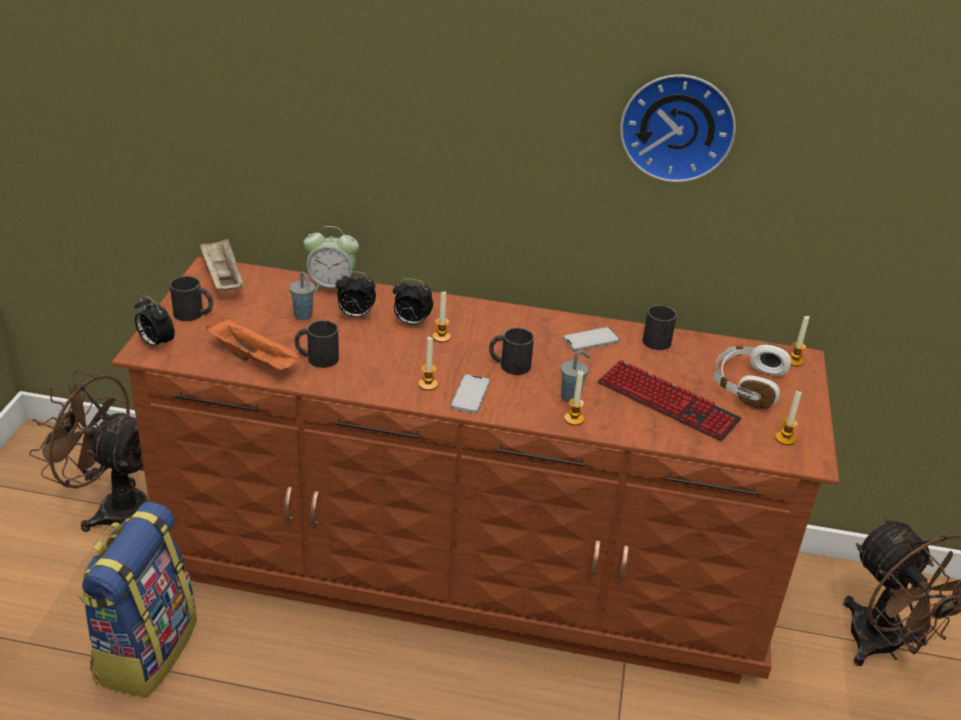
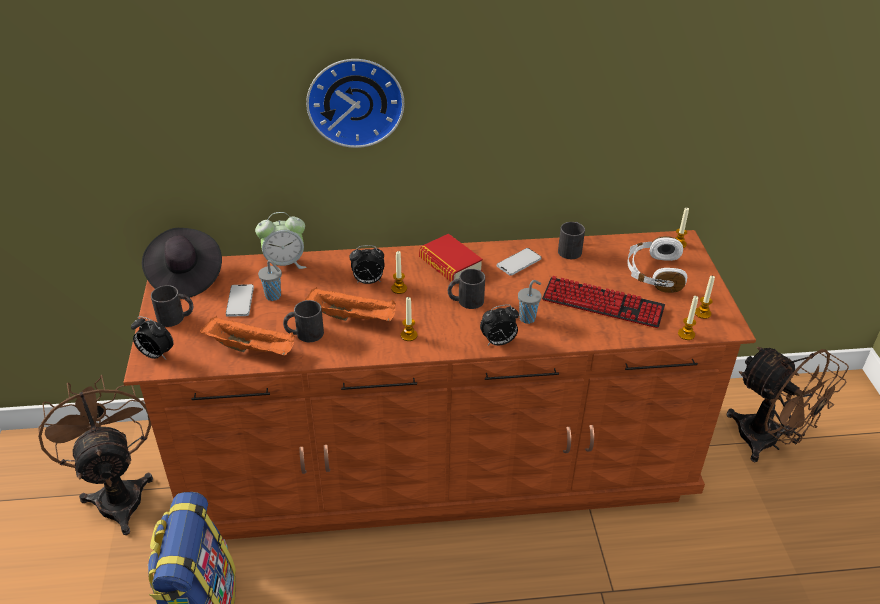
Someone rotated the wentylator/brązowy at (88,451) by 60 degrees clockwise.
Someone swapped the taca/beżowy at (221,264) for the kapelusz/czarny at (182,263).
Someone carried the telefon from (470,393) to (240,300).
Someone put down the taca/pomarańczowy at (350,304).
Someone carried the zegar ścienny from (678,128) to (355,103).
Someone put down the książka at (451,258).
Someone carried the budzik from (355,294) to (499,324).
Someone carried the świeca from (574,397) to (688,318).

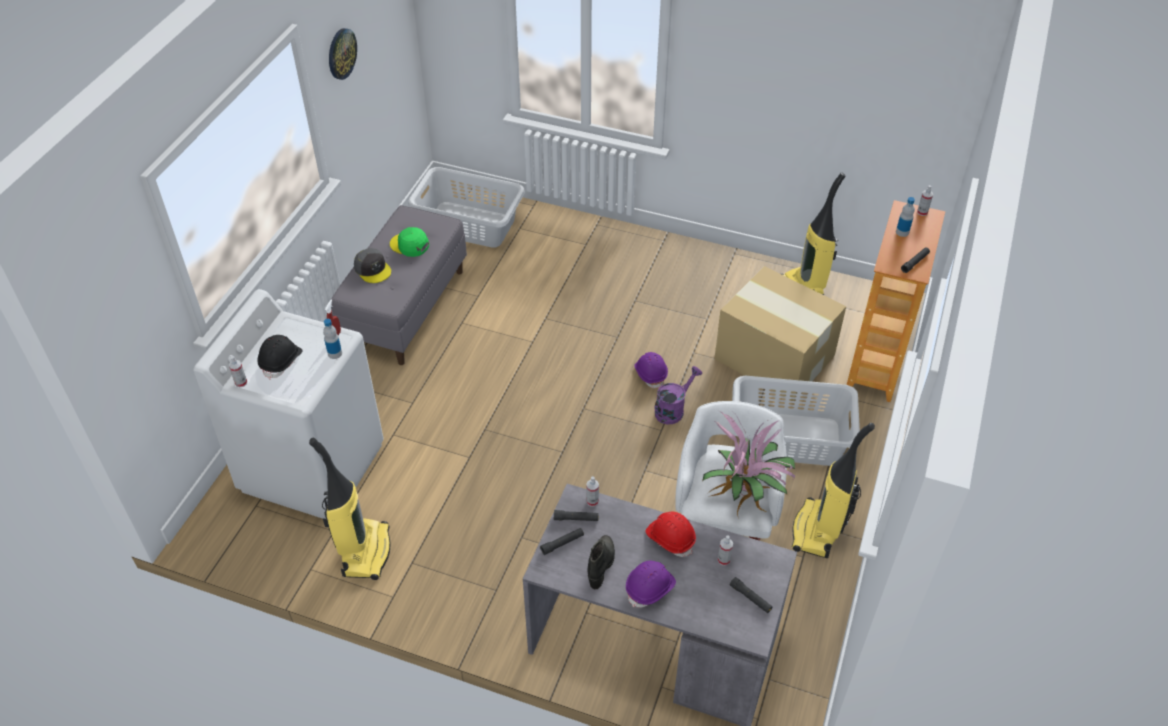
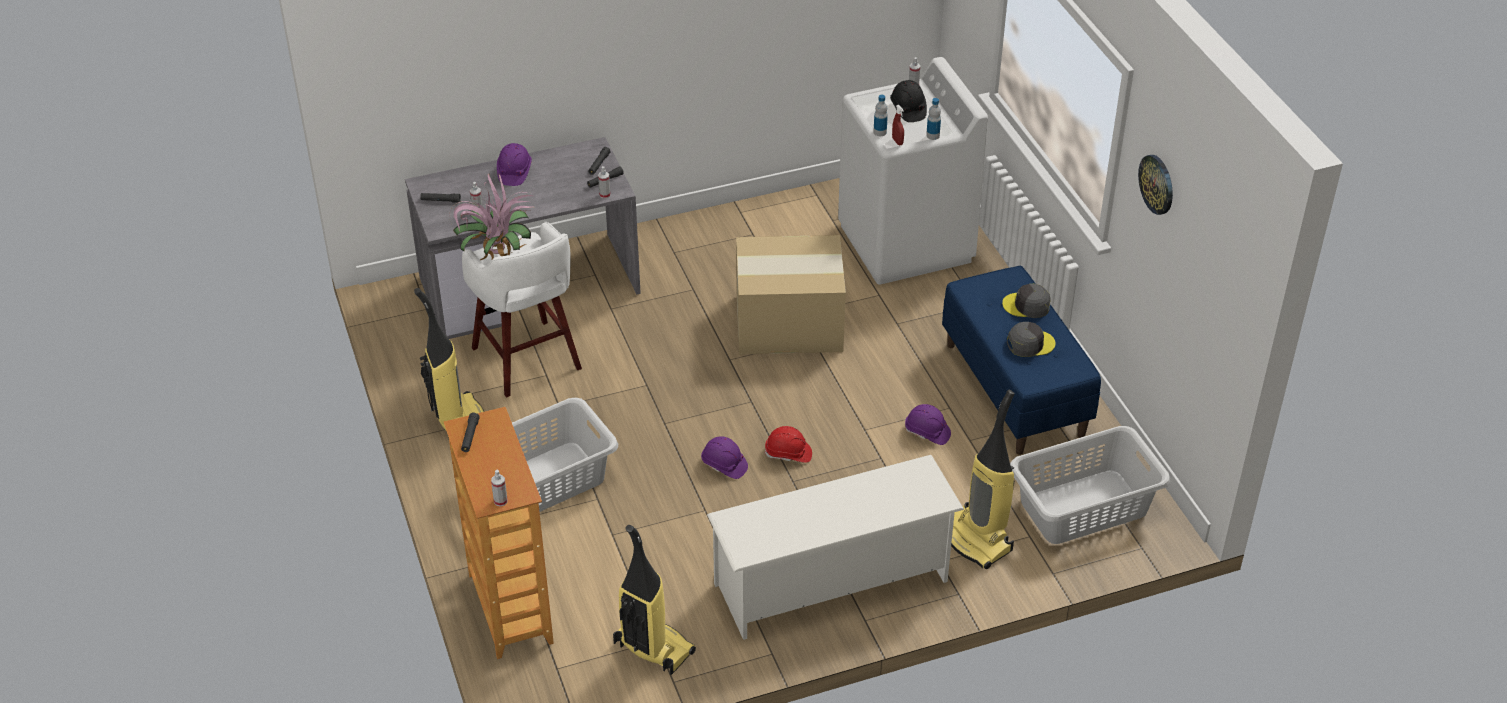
Someone put down the regał na buty/biały at (835,547).
Someone carried the karton from (780,333) to (791,294).
Someone carried the kask/czerwony from (671,534) to (788,444).
Someone put down the kask/fioletowy at (928,424).
Someone carried the butelka from (905,217) to (933,119).
Someone repainted the ławka/szary at (399,285), which became the ławka/niebieski at (1021,360).
Someone carried the odkurzacz from (350,509) to (983,479).
Someone repainted the czapka z daszkiem/zielony at (409,242), which became the czapka z daszkiem/szary at (1031,339).
Someone took away the but z cholewką/czarny at (601,562).
Someone took away the konewka/fioletowy at (678,395).

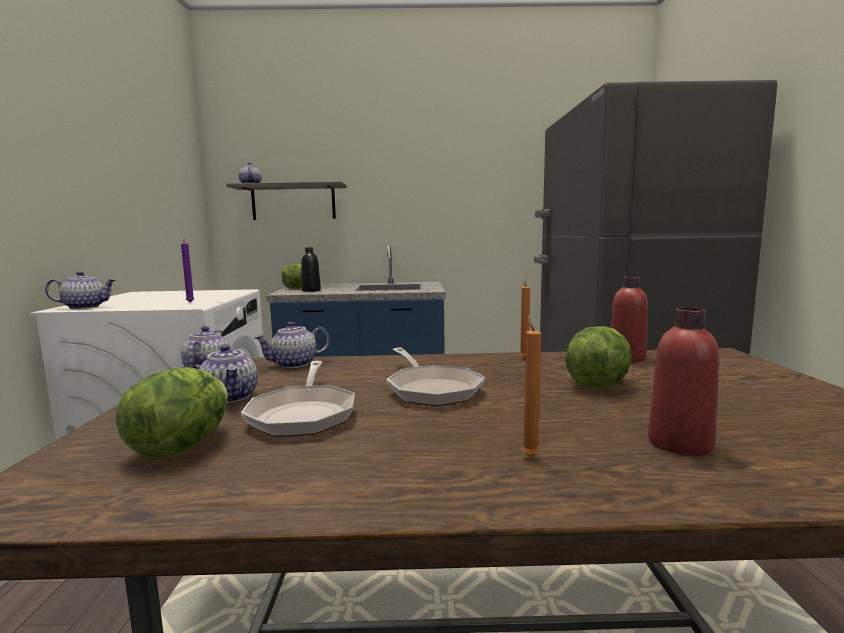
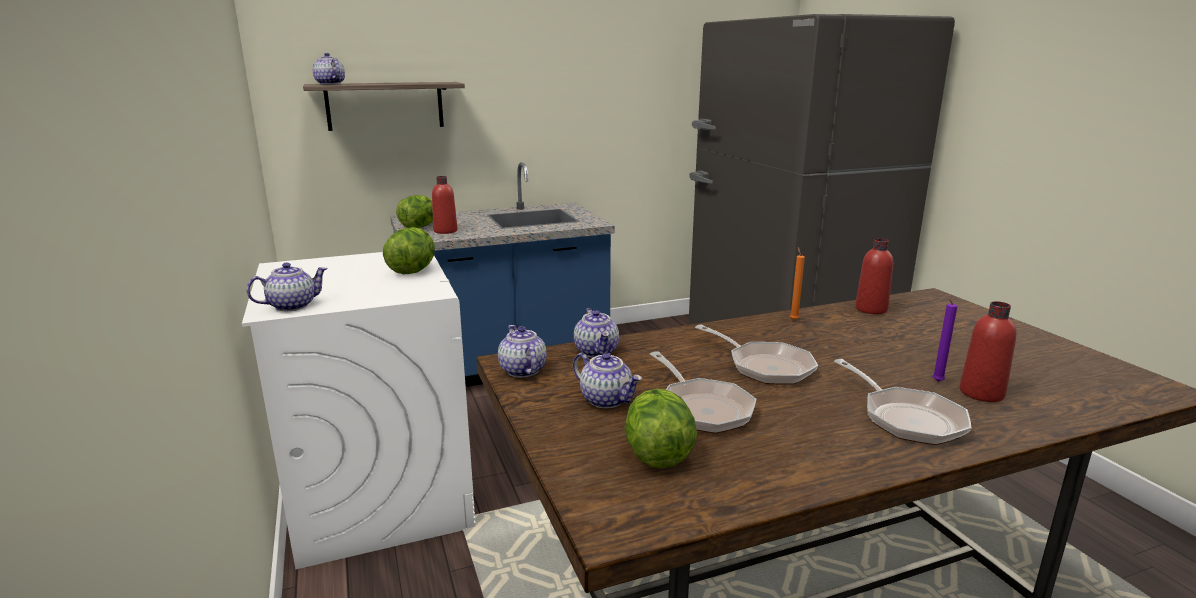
Someone carried the sałata from (598,357) to (409,250).
Someone repainted the butelka/czarny at (311,269), which became the butelka/czerwony at (444,205).
Someone rotated the imbryk at (292,344) by 60 degrees counterclockwise.
Someone swapped the świeca/pomarańczowy at (531,386) for the patelnia at (903,402).
Someone carried the świeca/fioletowy from (187,270) to (945,338).

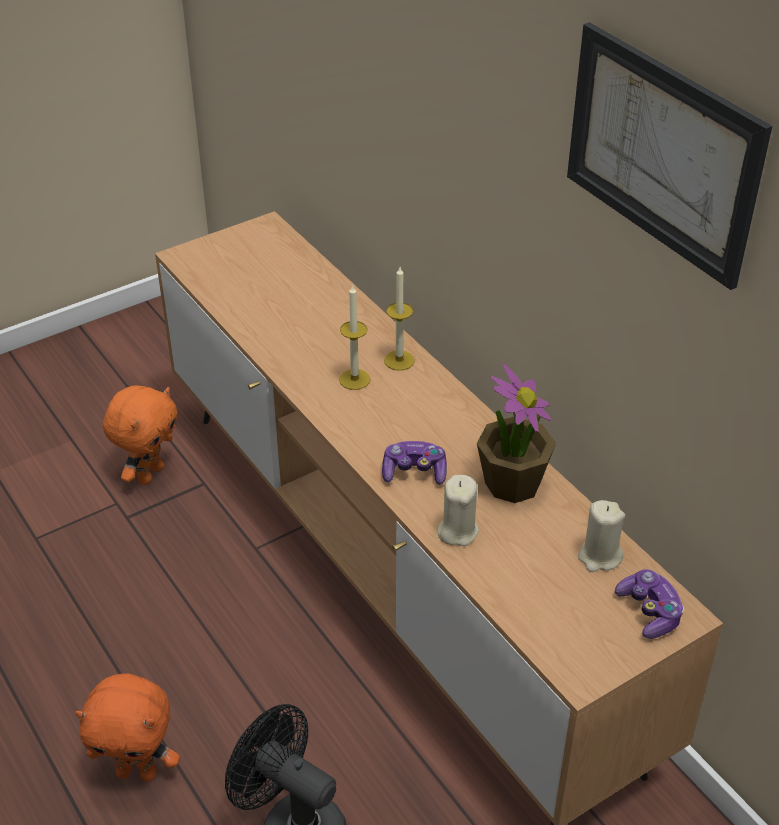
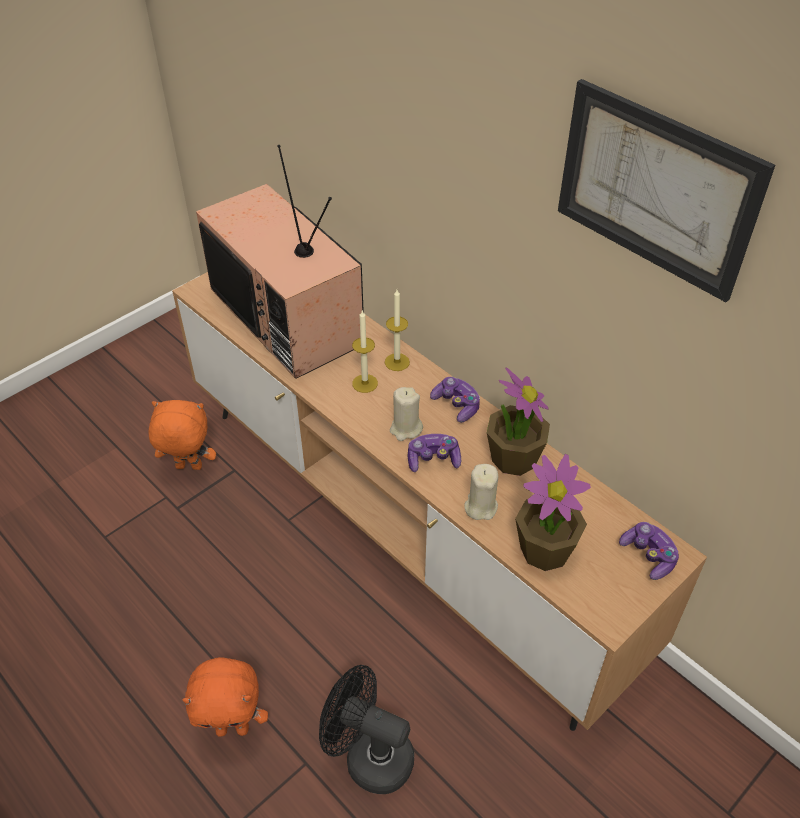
Someone rotated the pluszak/pomarańczowy at (140,435) by 105 degrees counterclockwise.
Someone put down the telewizor at (280,262).
Someone carried the świeca/beżowy from (601,536) to (406,414).
Someone put down the pad do gier at (455,400).
Someone put down the roślina doniczkowa at (553,512).

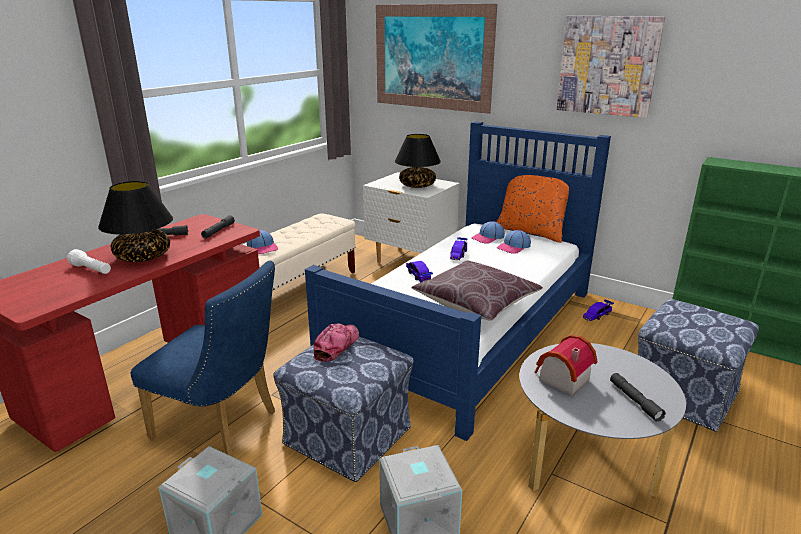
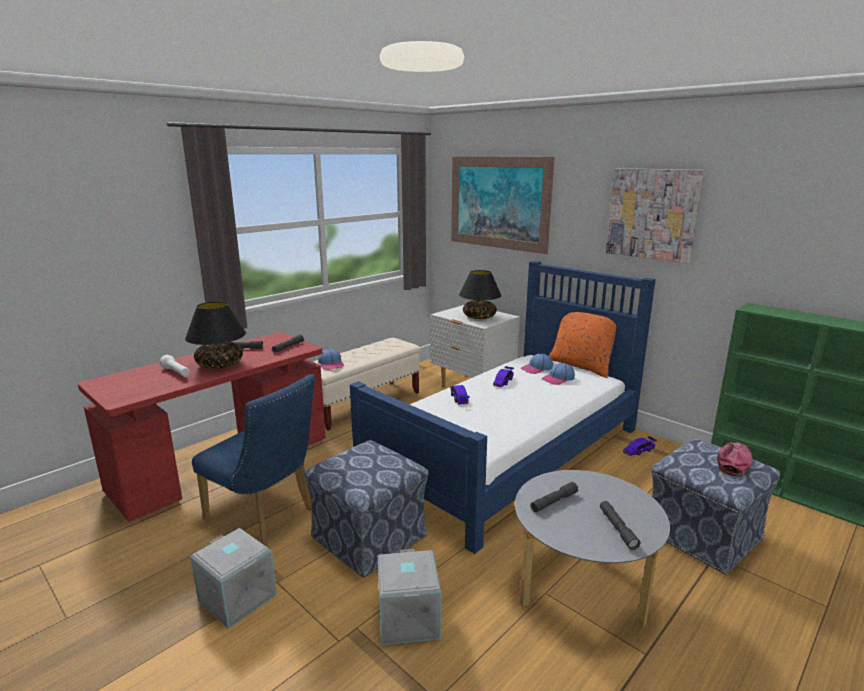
Someone swapped the domek at (565,365) for the latarka/szary at (554,497).
Someone carried the czapka z daszkiem from (336,342) to (735,460).
Someone took away the poduszka/brązowy at (477,291).

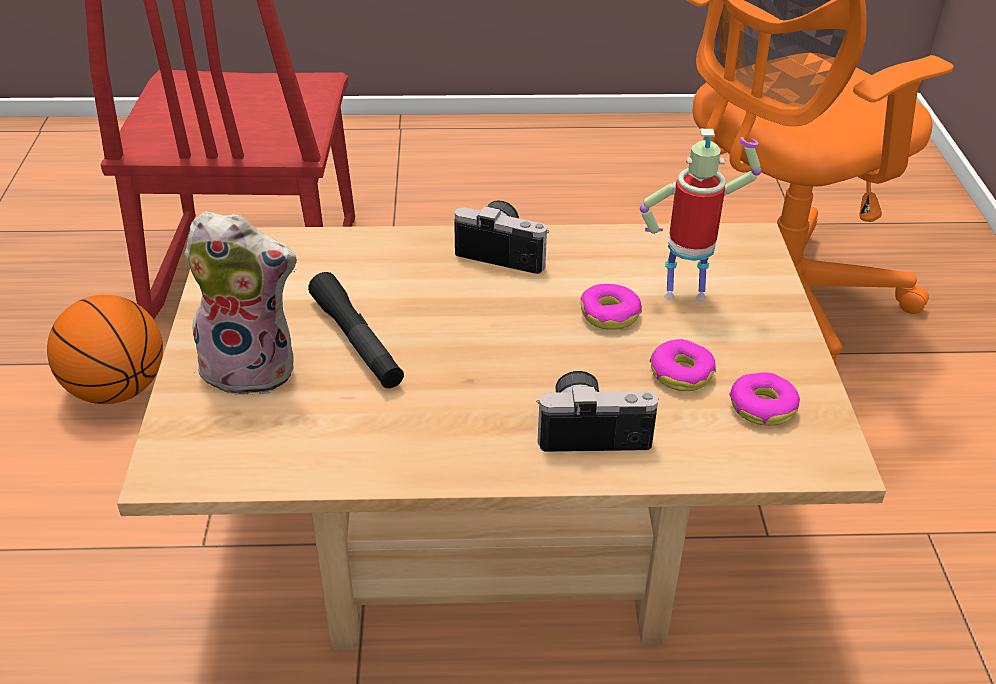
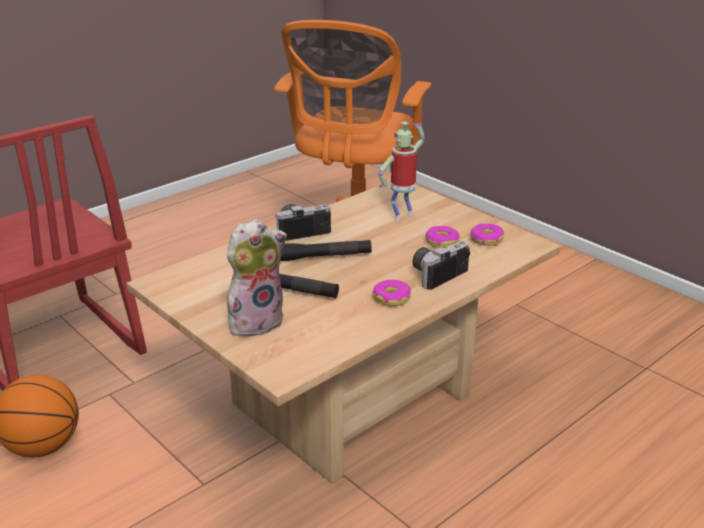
Someone put down the latarka/czarny at (326,250).
Someone carried the donut from (611,307) to (392,293).

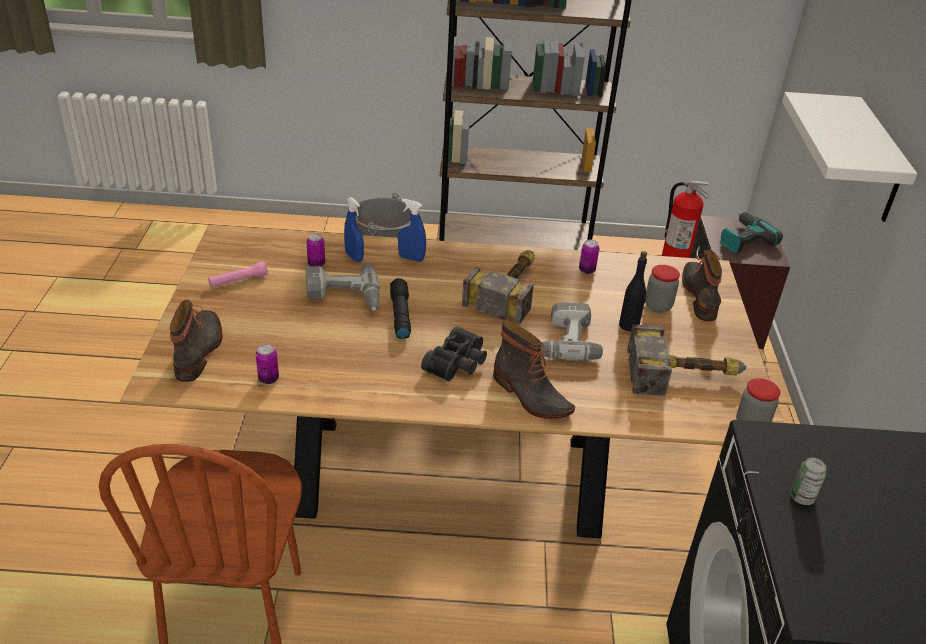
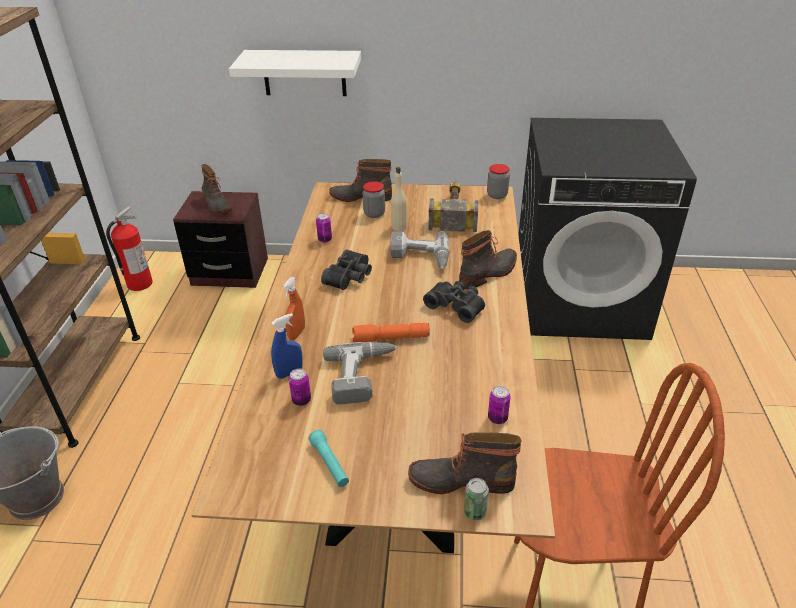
Someone swapped the wiertarka at (751,233) for the but z cholewką at (216,189).
Someone repainted the spryskiwacz/niebieski at (412,230), which became the spryskiwacz/pomarańczowy at (294,308).
Someone repainted the latarka/różowy at (238,274), which became the latarka/turkusowy at (329,458).
Someone swapped the młotek at (498,287) for the lornetka/czarny at (346,270).
Someone repainted the latarka/czarny at (400,308), which became the latarka/pomarańczowy at (391,332).
Someone repainted the butelka/czarny at (633,291), which became the butelka/beżowy at (399,199).
Someone carried the puszka from (808,481) to (476,499).

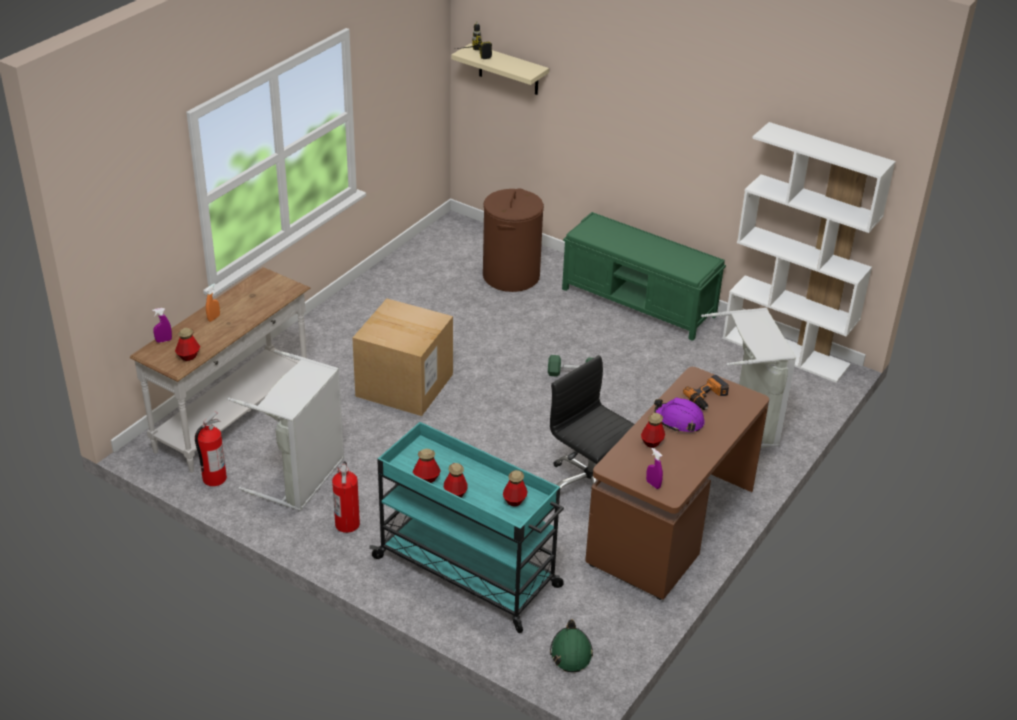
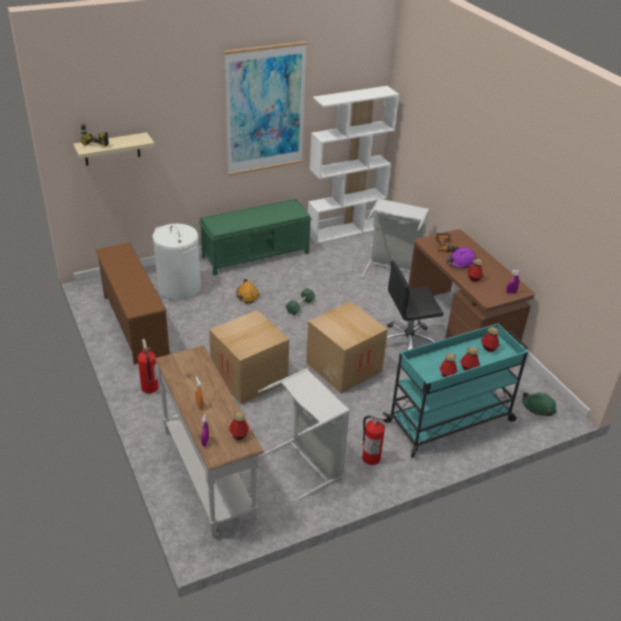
Someone put down the regał na buty/brązowy at (132,303).
Someone carried the gaśnica from (211,448) to (148,366).
Someone repainted the kosz na pranie/brązowy at (513,240), which became the kosz na pranie/biały at (176,262).
Someone put up the obraz at (265,108).
Someone put down the kask/pomarańczowy at (247,291).
Someone put down the karton at (347,347).

